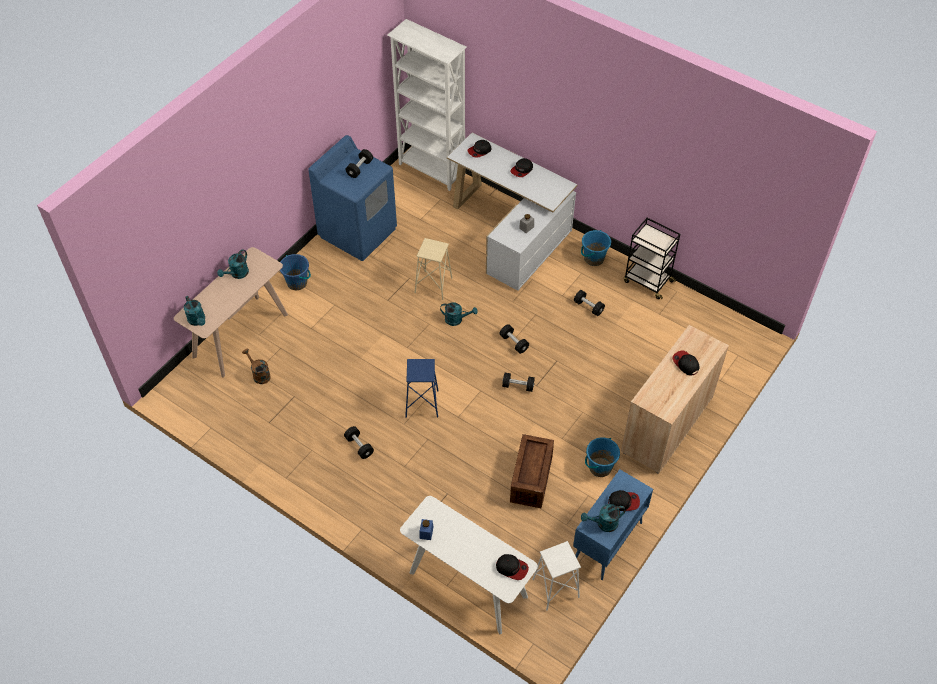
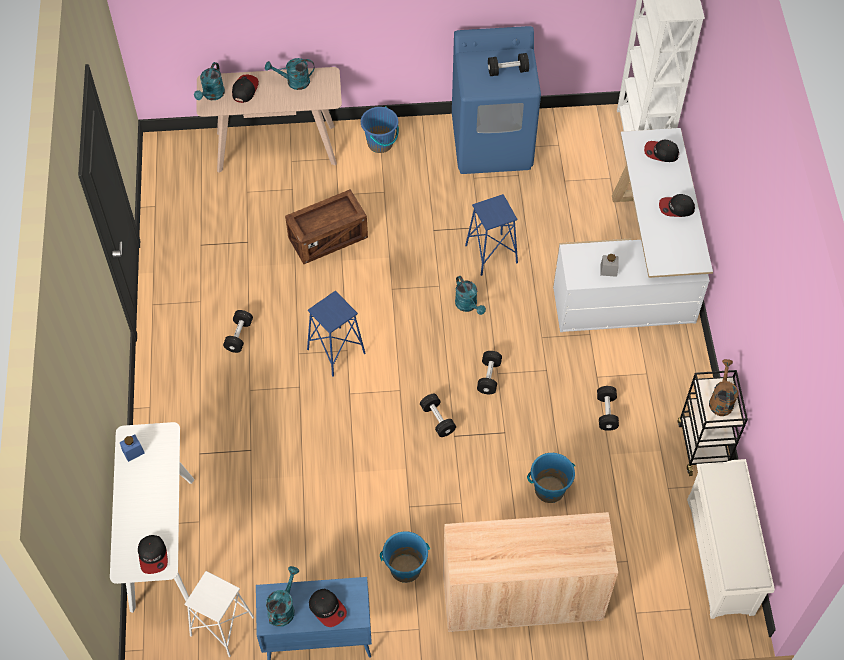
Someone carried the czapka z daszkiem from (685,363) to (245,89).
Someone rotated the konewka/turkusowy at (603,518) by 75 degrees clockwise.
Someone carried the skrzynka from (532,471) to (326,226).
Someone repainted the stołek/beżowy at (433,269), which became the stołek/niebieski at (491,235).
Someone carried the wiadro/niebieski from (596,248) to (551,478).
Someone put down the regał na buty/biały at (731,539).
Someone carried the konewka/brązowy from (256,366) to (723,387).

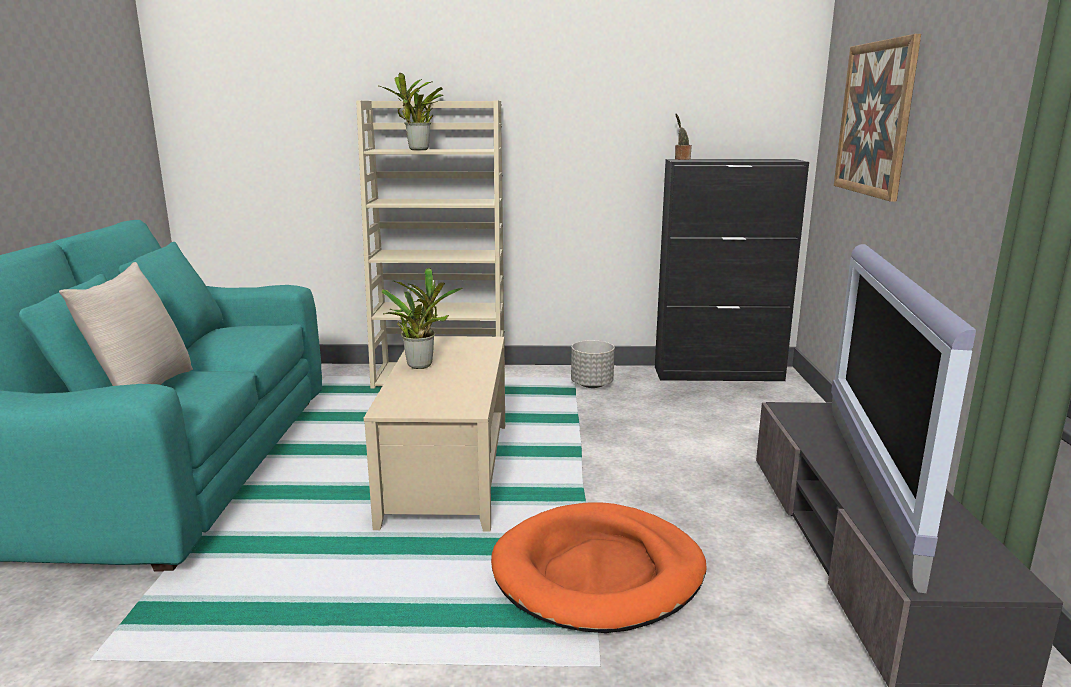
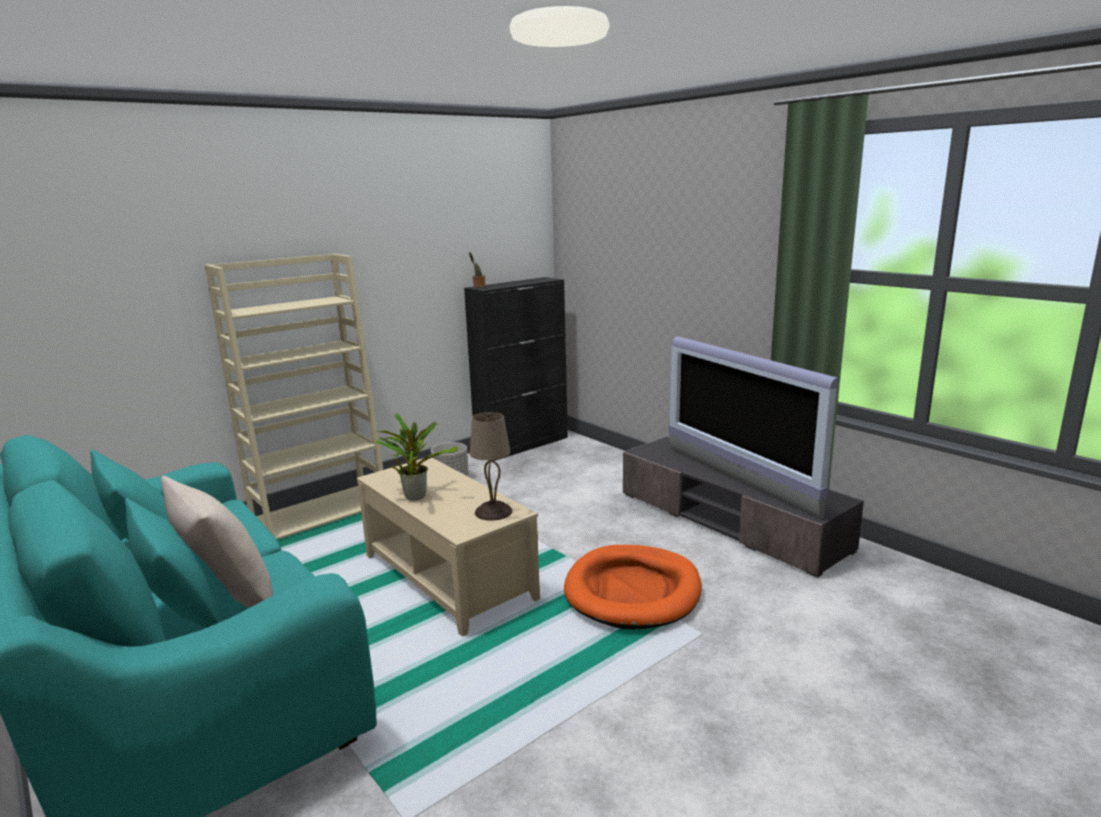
Someone put down the lampa stołowa/beżowy at (491,466).
Someone took away the roślina doniczkowa at (411,111).
Someone took away the obraz at (877,118).

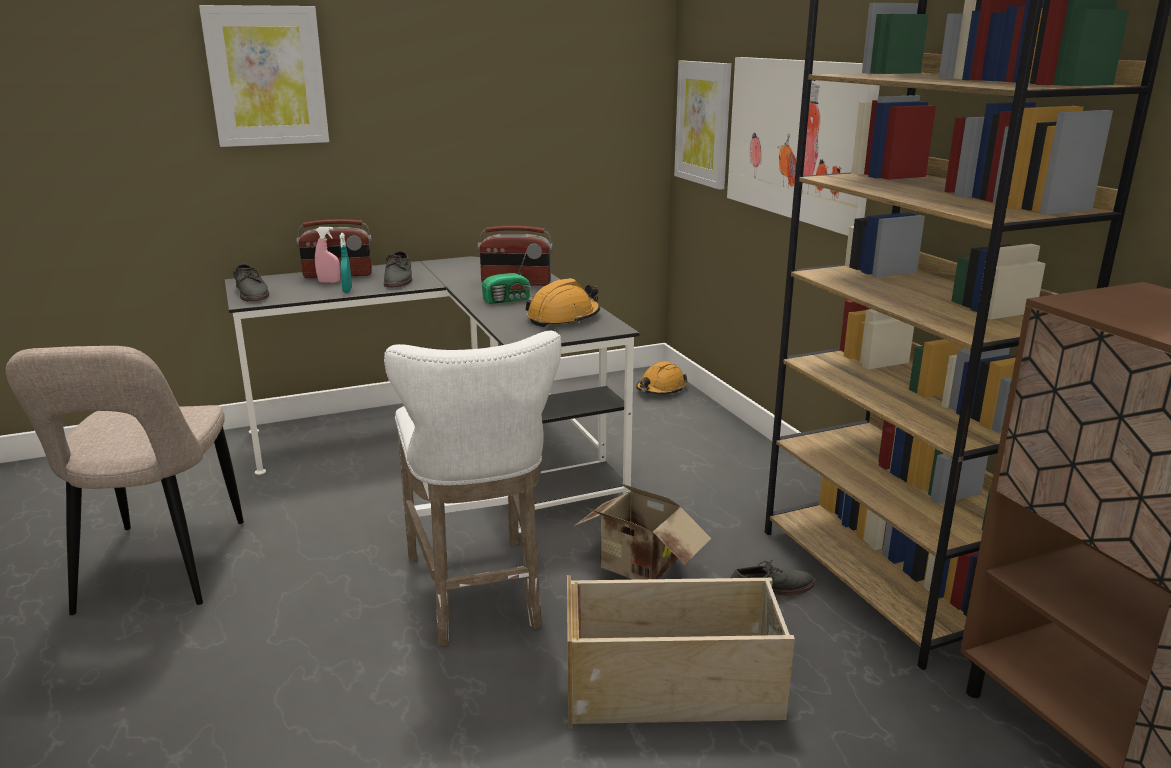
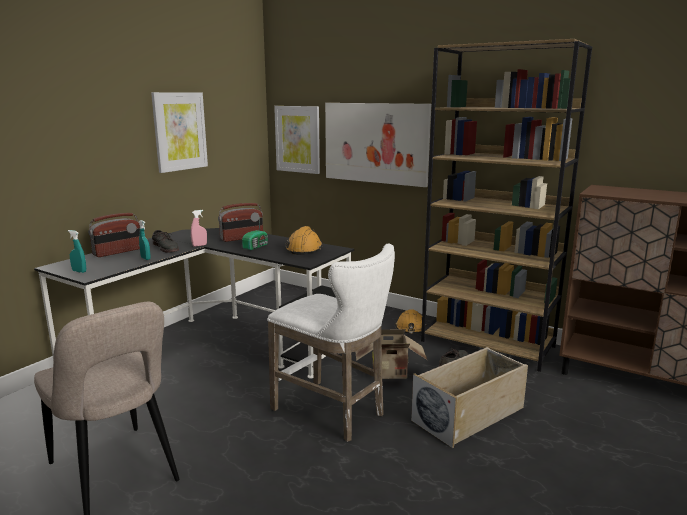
Someone swapped the but/szary at (251,283) for the spryskiwacz/turkusowy at (77,251).
Someone carried the obraz from (264,76) to (179,132).
Someone carried the spryskiwacz/różowy from (327,255) to (199,228).
Someone carried the kask/pomarańczowy from (661,378) to (411,321).

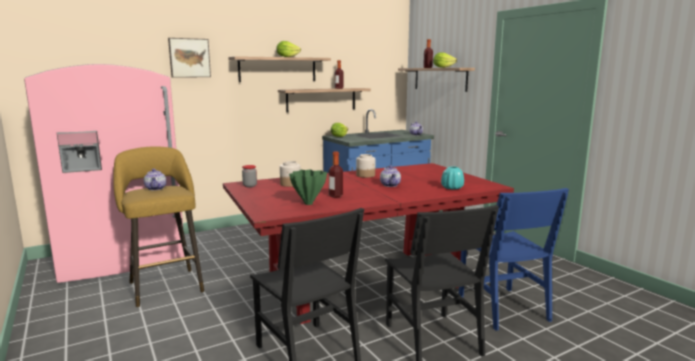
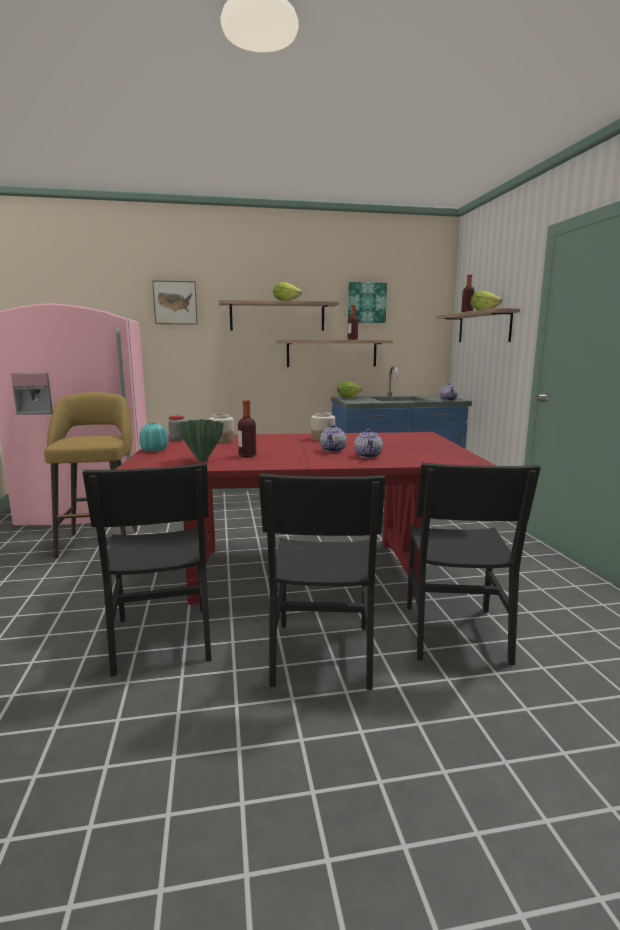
Someone carried the wazon/turkusowy from (452,177) to (153,437).
Someone put up the obraz at (367,302).
Someone carried the imbryk from (155,179) to (368,443).
Someone repainted the krzesło/niebieski at (514,259), which became the krzesło/czarny at (474,563).

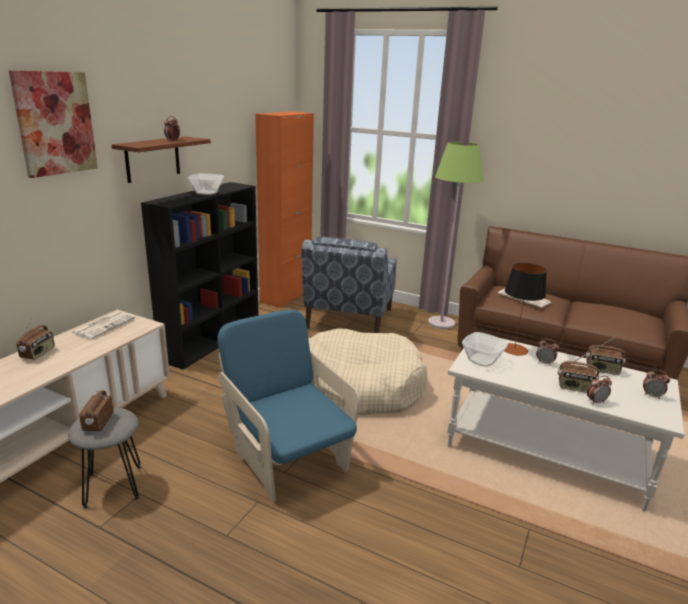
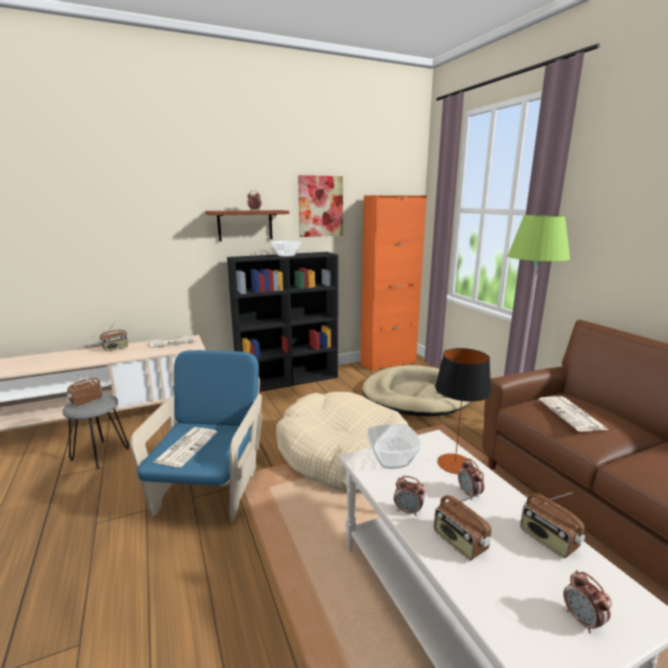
Someone put down the gazeta at (185,447).
Someone carried the obraz from (53,124) to (320,206).
Someone swapped the fotel/niebieski at (349,284) for the legowisko/beżowy at (416,390).
Someone carried the budzik from (599,390) to (409,496).

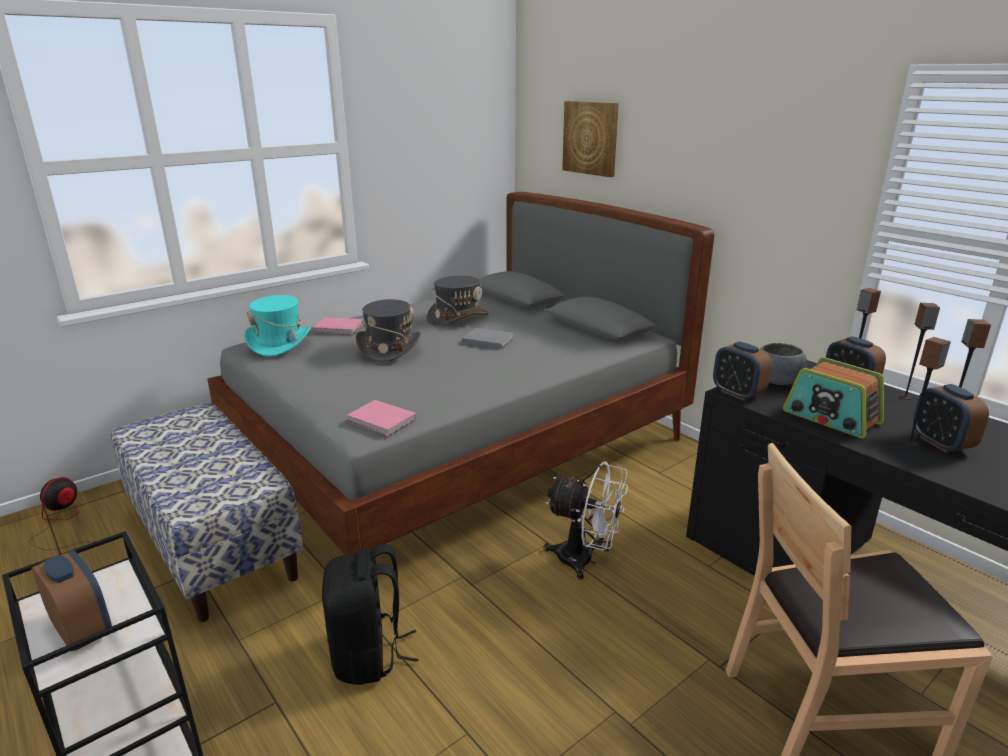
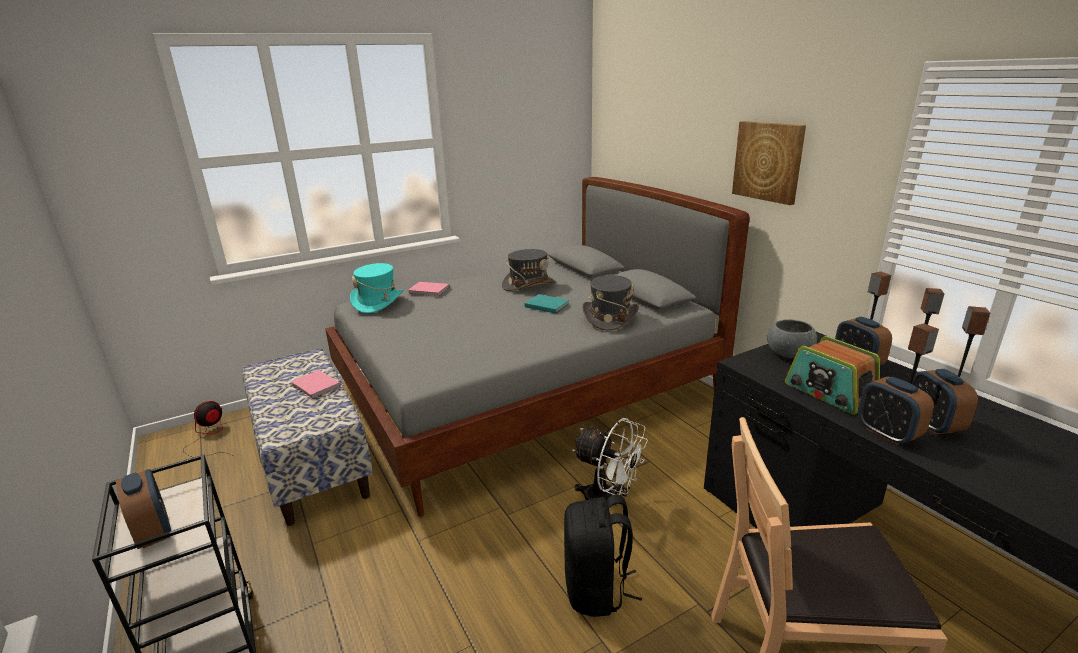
Someone carried the książka/różowy from (381,418) to (315,384).
Someone repainted the książka/szary at (488,338), which became the książka/turkusowy at (547,304).
Someone carried the plecak/czarny from (370,614) to (603,556).
Someone carried the kapelusz/szary from (388,330) to (610,303).
Someone carried the obraz from (590,139) to (769,163).
Someone carried the budzik from (742,371) to (896,411).

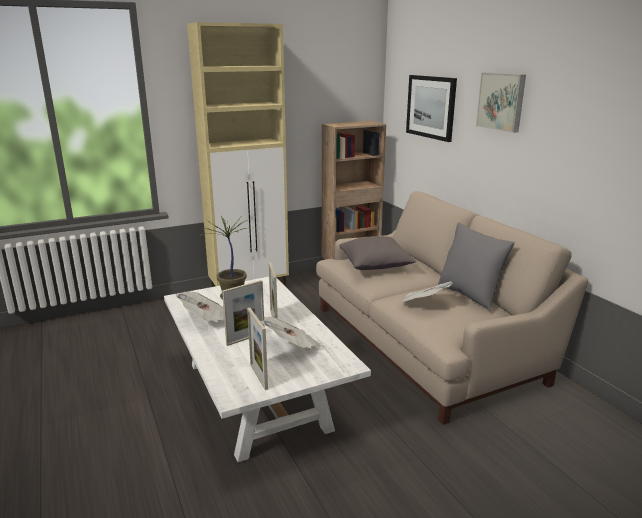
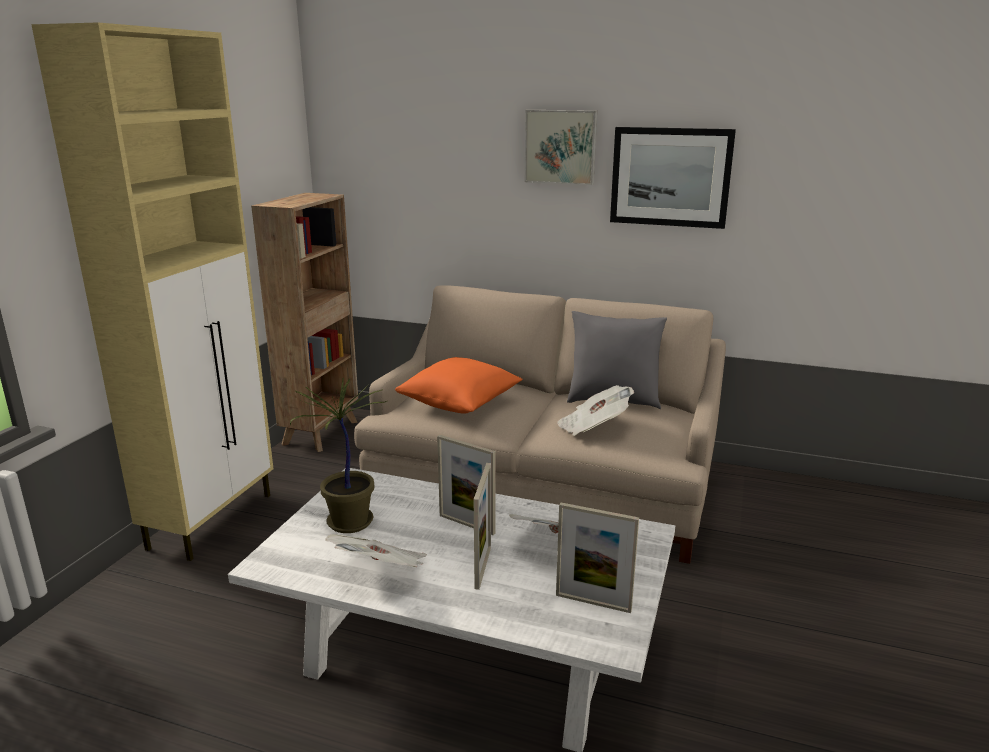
Someone repainted the poduszka/szary at (377,253), which became the poduszka/pomarańczowy at (459,385).
Someone carried the obraz from (431,108) to (673,178).

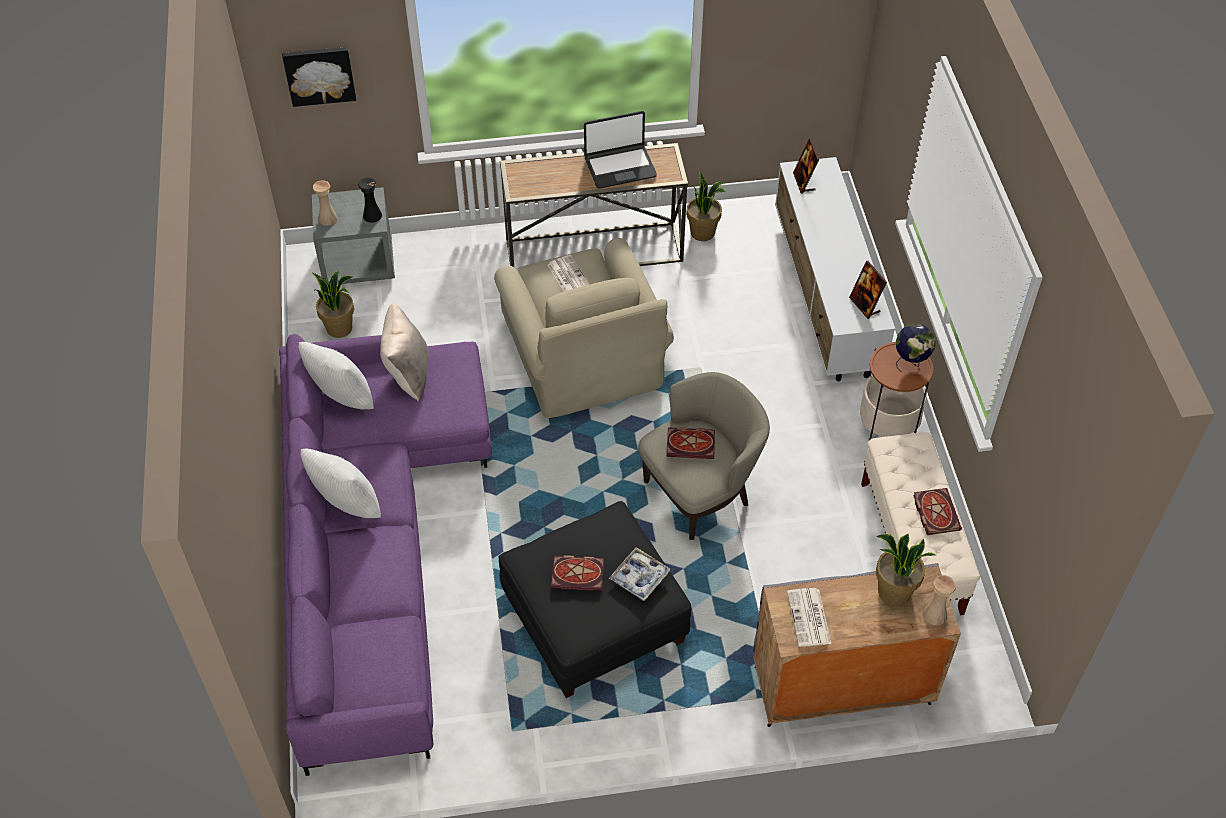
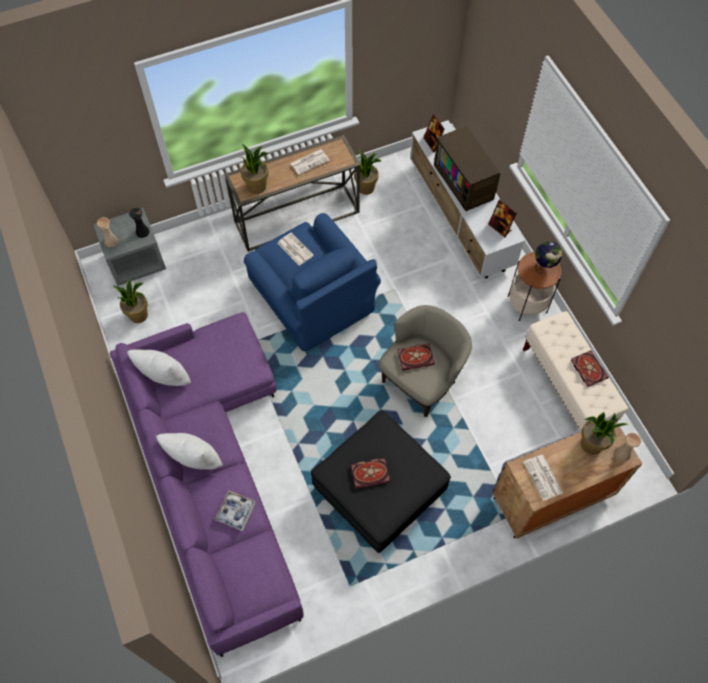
Someone carried the taca from (639,574) to (235,510).
Someone put down the roślina doniczkowa at (254,169).
Someone repainted the fotel/beżowy at (584,328), which became the fotel/niebieski at (312,282).
Someone swapped the laptop at (620,150) for the gazeta at (310,162).
Someone put down the telewizor at (467,168).
Someone took away the obraz at (319,77).
Someone took away the poduszka/beżowy at (404,352).

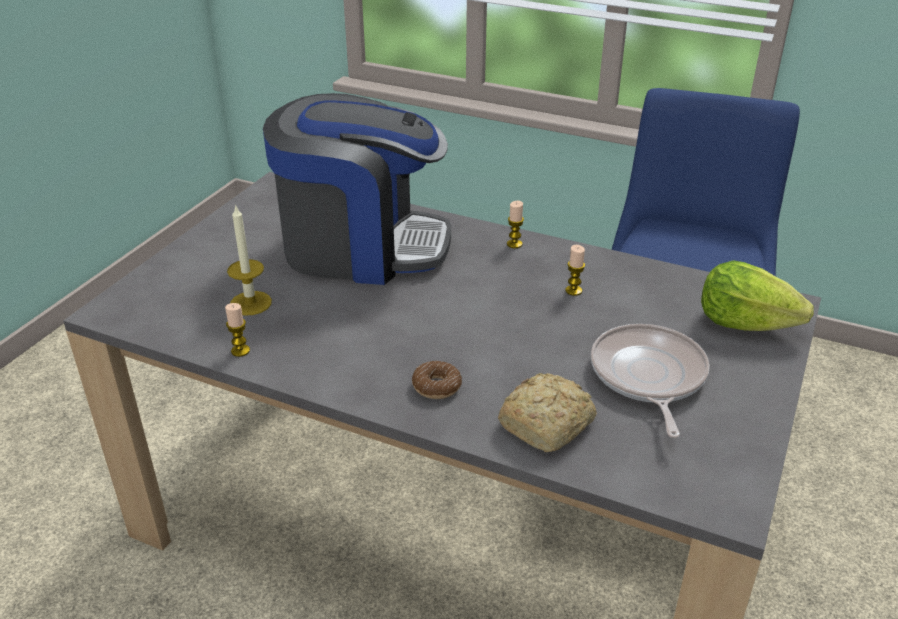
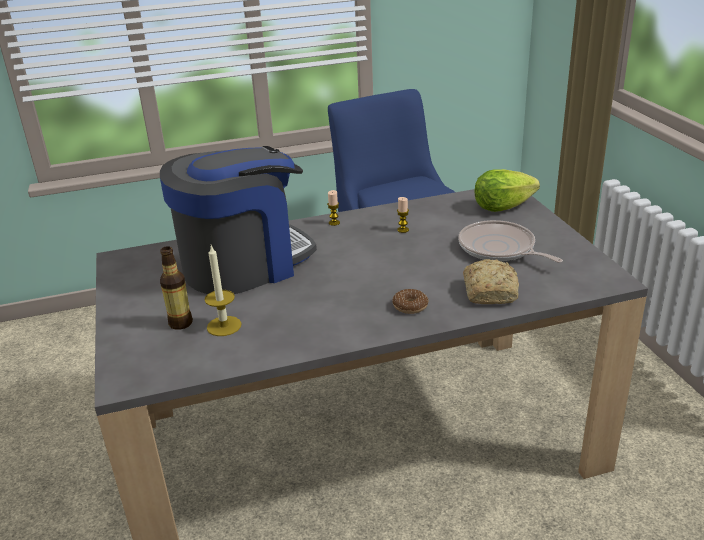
Someone put down the butelka at (176,288).
Someone took away the świeca at (237,330).

